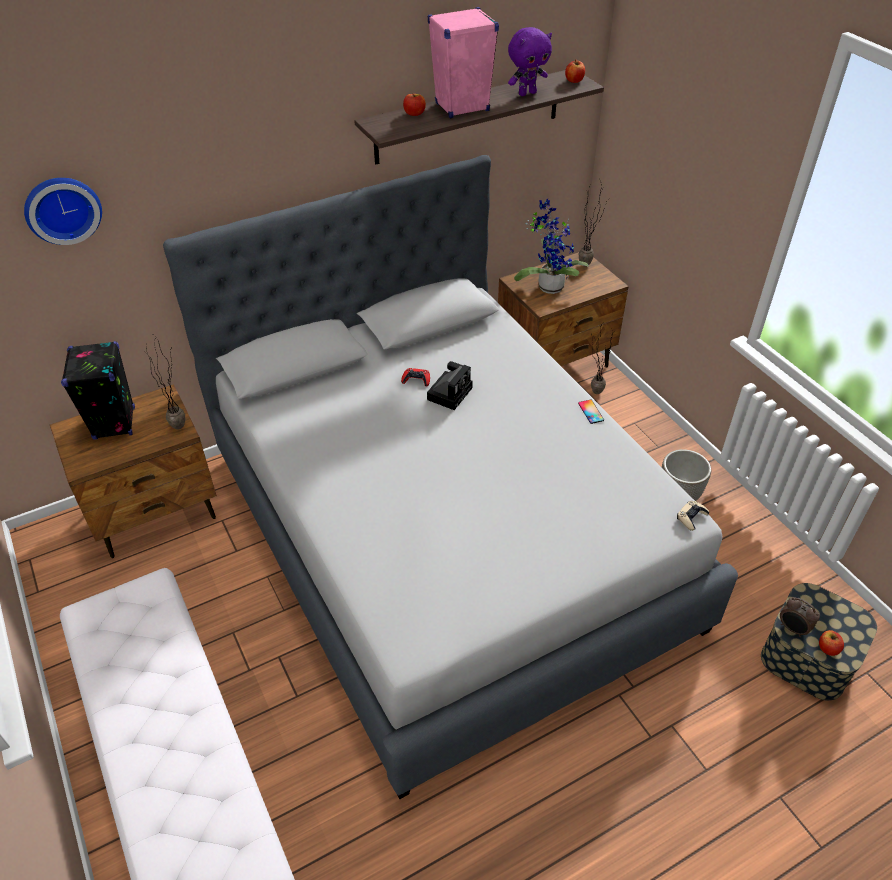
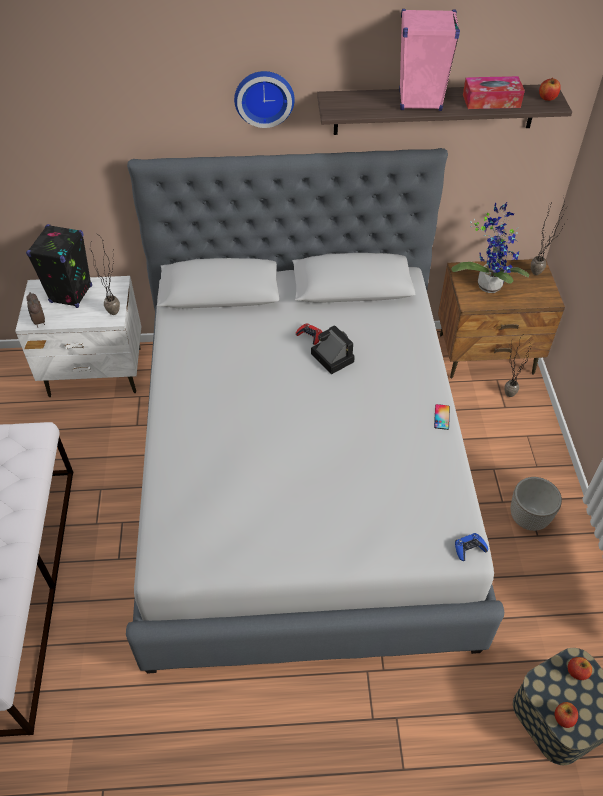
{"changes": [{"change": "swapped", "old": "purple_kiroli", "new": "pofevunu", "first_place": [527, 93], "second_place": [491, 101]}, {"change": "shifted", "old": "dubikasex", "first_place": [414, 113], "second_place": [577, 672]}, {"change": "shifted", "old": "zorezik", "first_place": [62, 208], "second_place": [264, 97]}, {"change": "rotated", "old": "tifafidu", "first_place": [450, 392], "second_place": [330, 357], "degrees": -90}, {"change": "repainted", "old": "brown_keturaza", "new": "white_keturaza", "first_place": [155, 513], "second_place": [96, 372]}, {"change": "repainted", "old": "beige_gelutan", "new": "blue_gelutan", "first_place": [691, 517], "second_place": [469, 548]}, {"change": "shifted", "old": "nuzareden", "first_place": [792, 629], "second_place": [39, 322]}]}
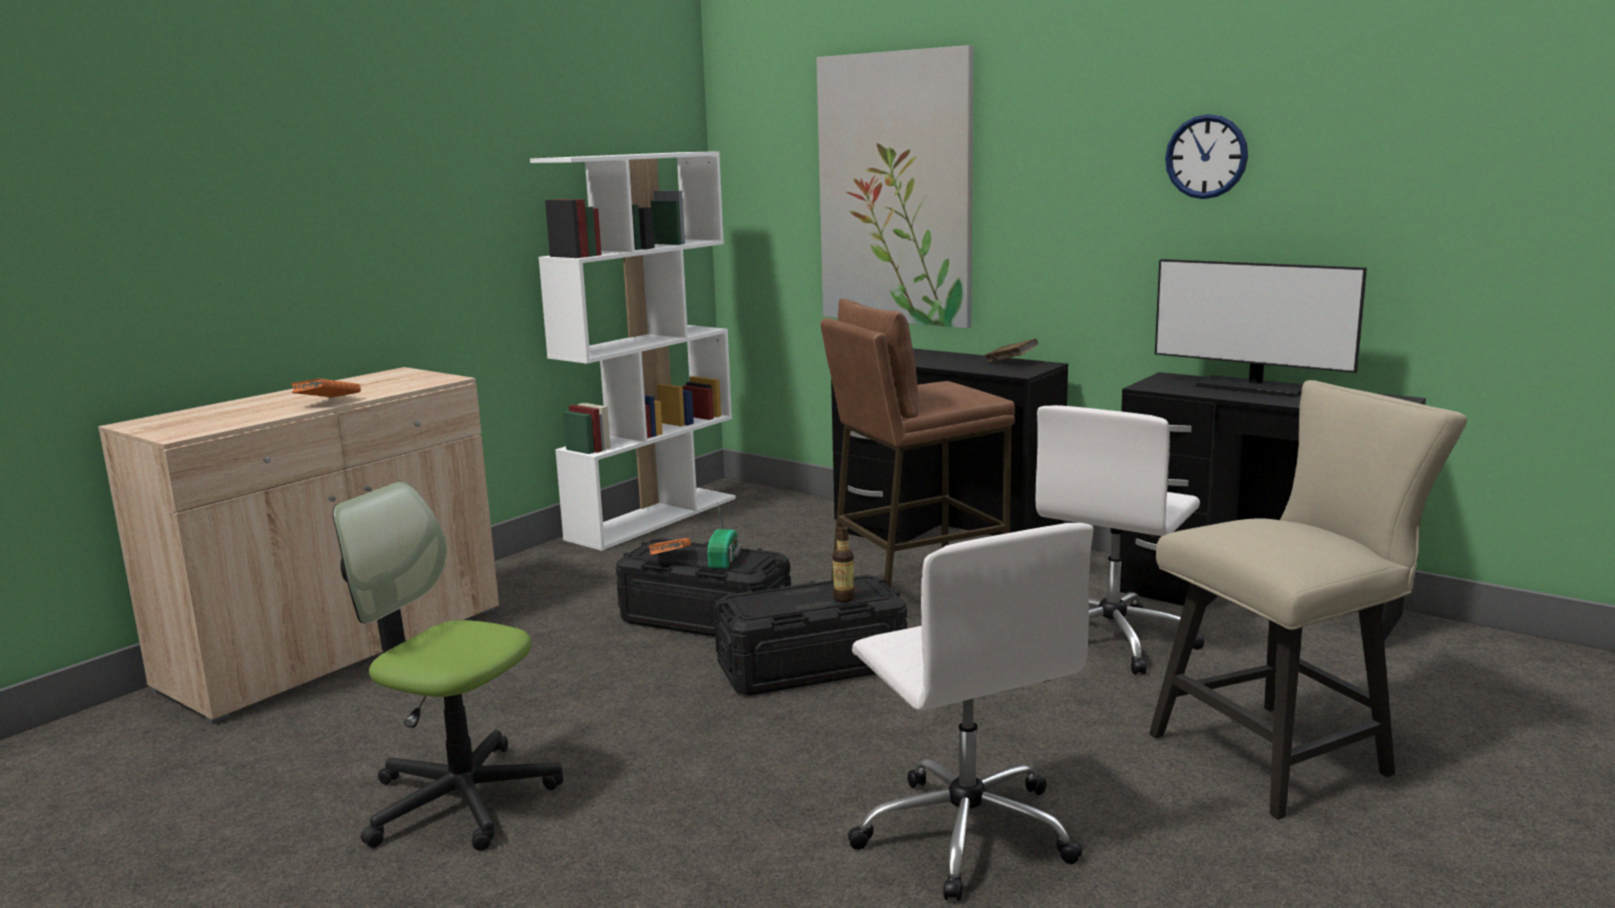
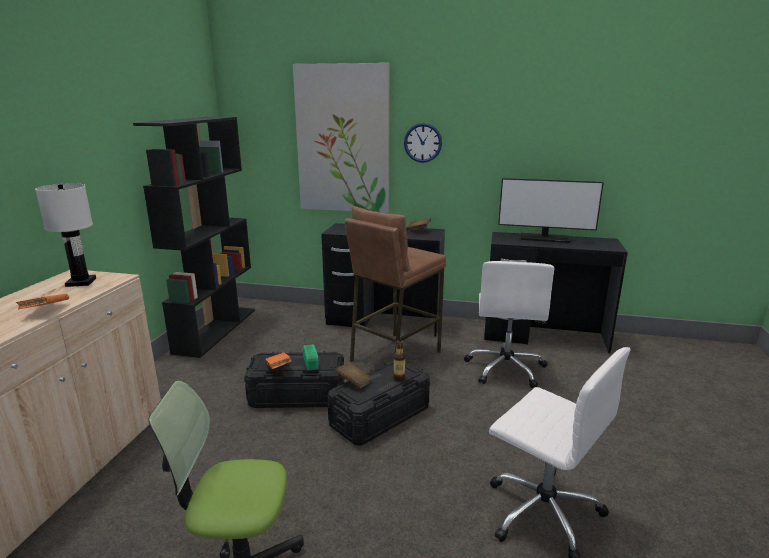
{"changes": [{"change": "shifted", "old": "zorezik", "first_place": [1206, 156], "second_place": [423, 143]}, {"change": "repainted", "old": "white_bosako", "new": "black_bosako", "first_place": [653, 518], "second_place": [216, 330]}, {"change": "gone", "old": "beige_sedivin", "first_place": [1283, 753]}, {"change": "new", "new": "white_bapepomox", "second_place": [80, 282]}, {"change": "new", "new": "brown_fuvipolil", "second_place": [354, 382]}]}
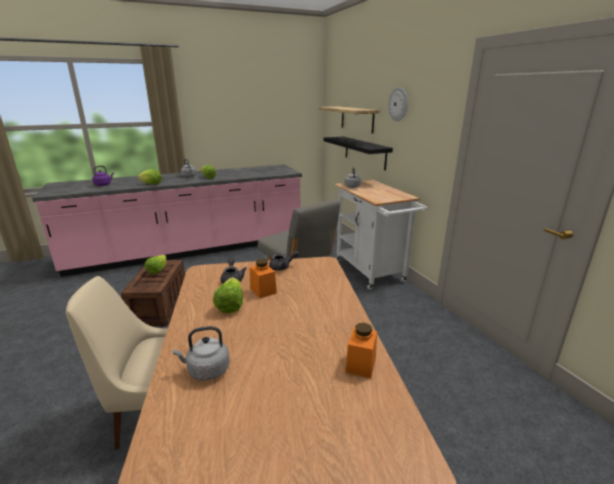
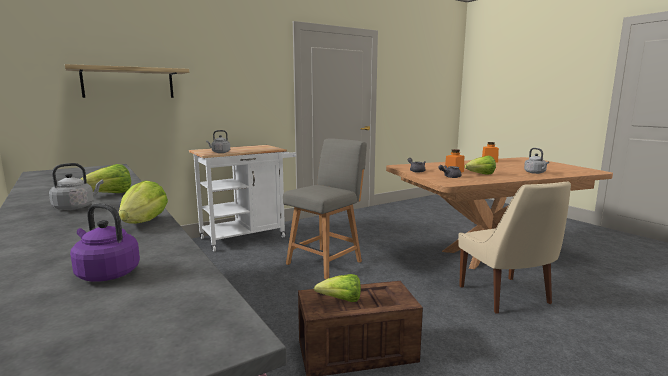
{"changes": [{"change": "gone", "old": "zorezik", "first_place": [398, 104]}, {"change": "gone", "old": "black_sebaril", "first_place": [364, 152]}]}
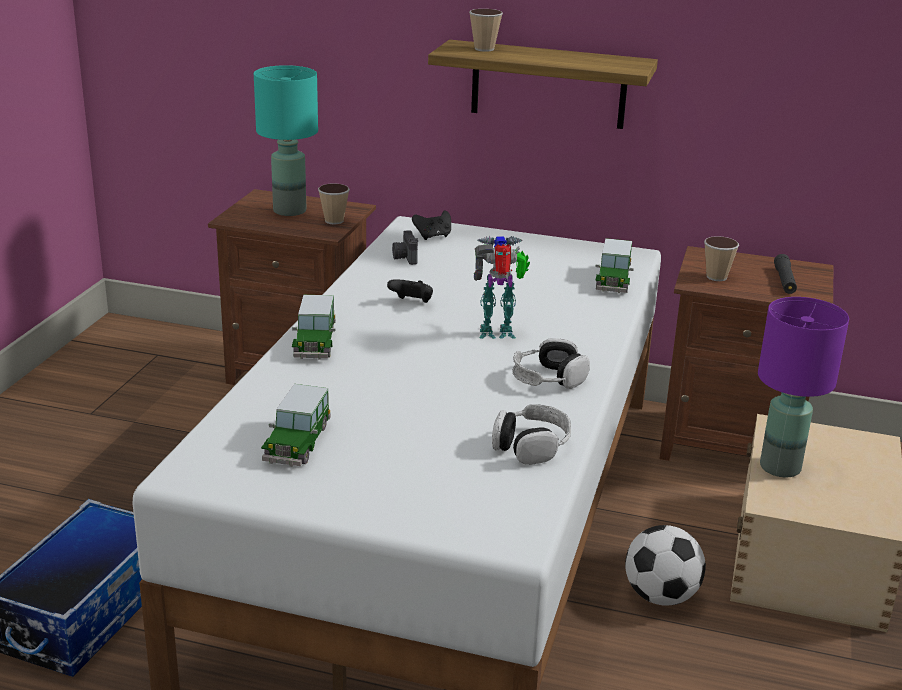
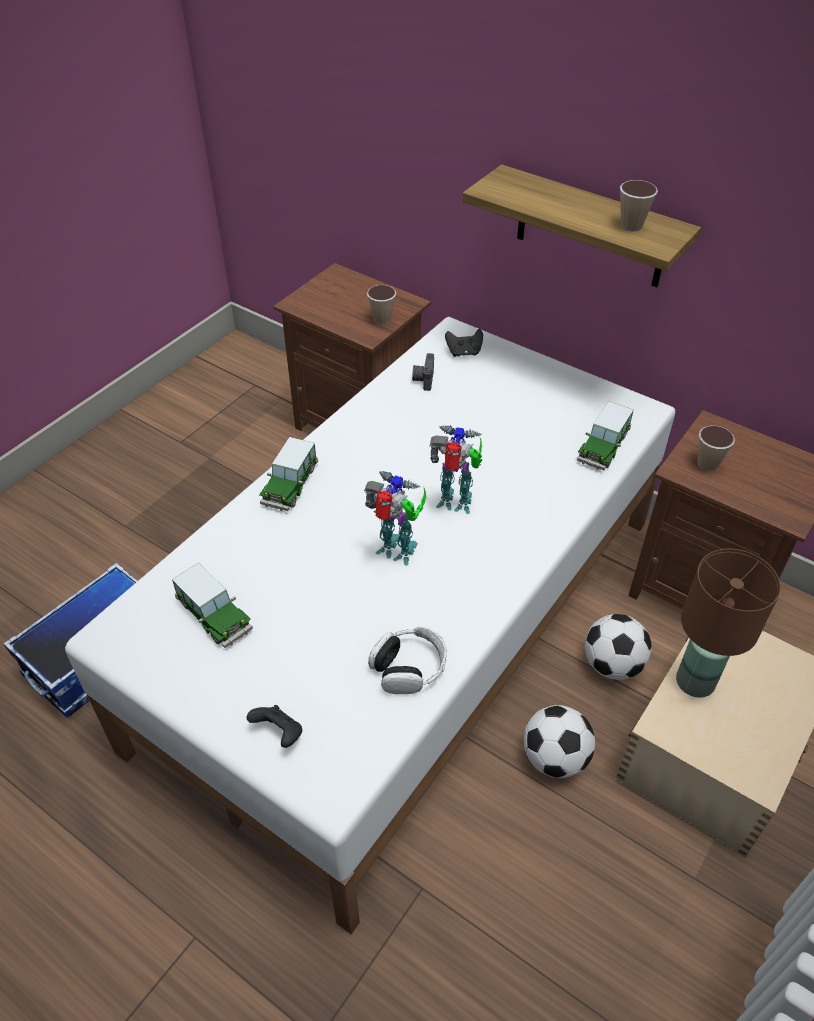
{"changes": [{"change": "shifted", "old": "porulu", "first_place": [484, 49], "second_place": [631, 226]}, {"change": "gone", "old": "turquoise_bapepomox", "first_place": [289, 210]}, {"change": "gone", "old": "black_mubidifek", "first_place": [784, 281]}, {"change": "shifted", "old": "black_gelutan", "first_place": [411, 303], "second_place": [279, 733]}, {"change": "repainted", "old": "purple_bapepomox", "new": "brown_bapepomox", "first_place": [780, 468], "second_place": [695, 682]}, {"change": "gone", "old": "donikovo", "first_place": [548, 378]}, {"change": "rotated", "old": "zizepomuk", "first_place": [297, 443], "second_place": [214, 616], "degrees": -75}, {"change": "new", "new": "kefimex", "second_place": [397, 553]}, {"change": "new", "new": "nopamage", "second_place": [612, 665]}]}
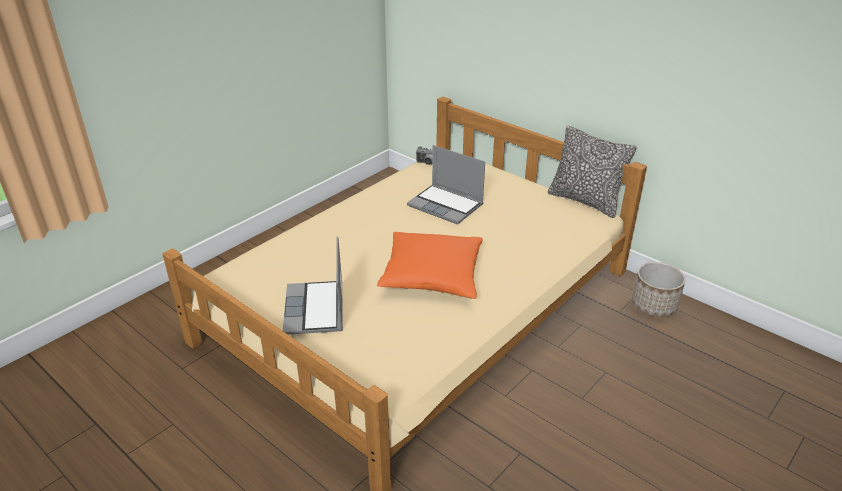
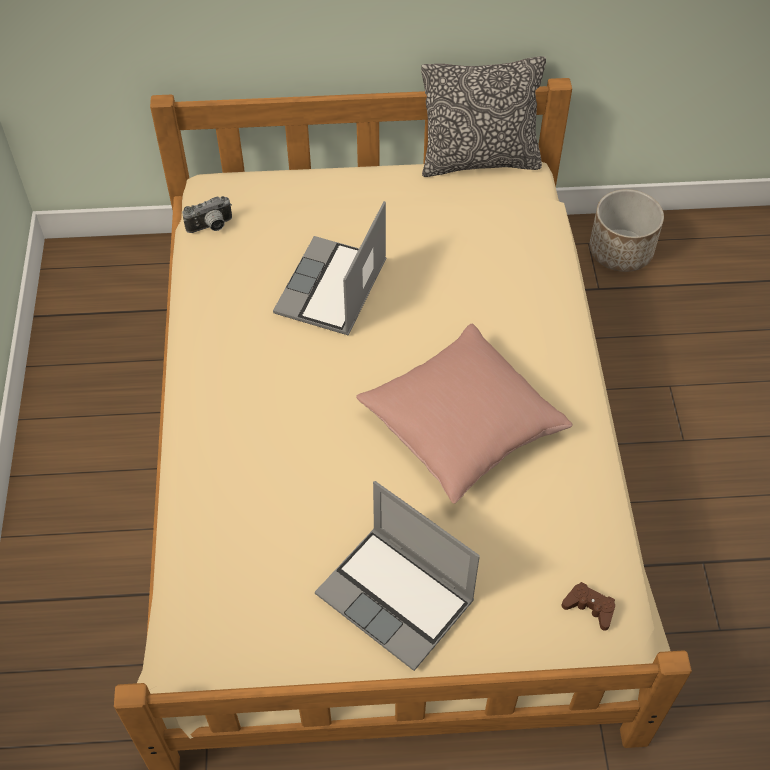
{"changes": [{"change": "rotated", "old": "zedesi", "first_place": [446, 205], "second_place": [332, 289], "degrees": 120}, {"change": "repainted", "old": "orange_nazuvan", "new": "pink_nazuvan", "first_place": [432, 276], "second_place": [461, 425]}, {"change": "new", "new": "brown_gelutan", "second_place": [589, 608]}]}
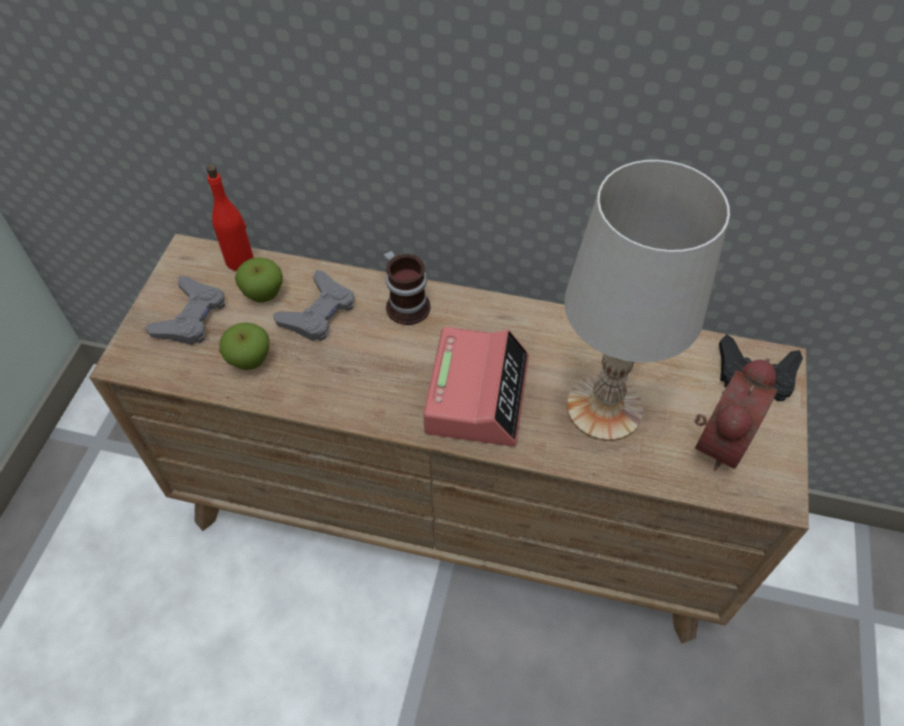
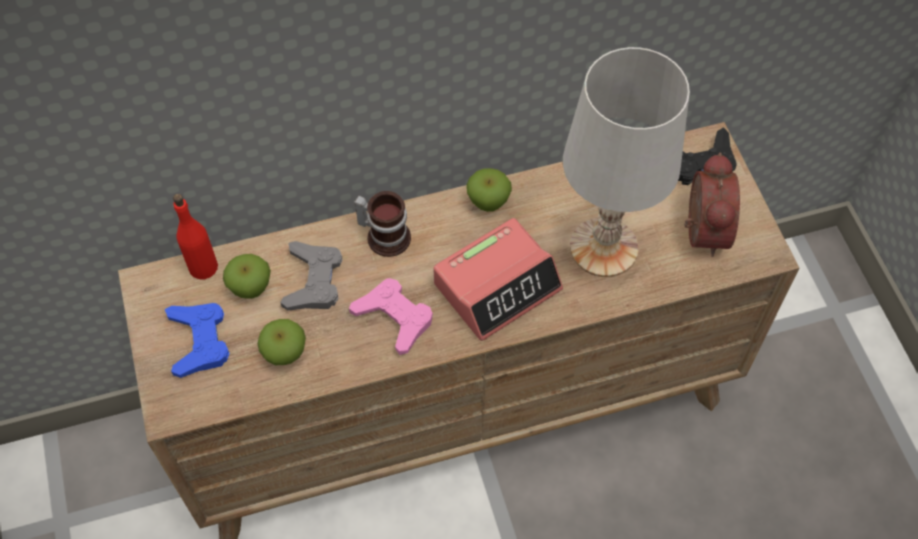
{"changes": [{"change": "repainted", "old": "grey_gelutan", "new": "blue_gelutan", "first_place": [191, 317], "second_place": [199, 341]}, {"change": "rotated", "old": "nuzareden", "first_place": [477, 394], "second_place": [497, 286], "degrees": 75}, {"change": "new", "new": "dubikasex", "second_place": [488, 202]}, {"change": "new", "new": "pink_gelutan", "second_place": [394, 318]}]}
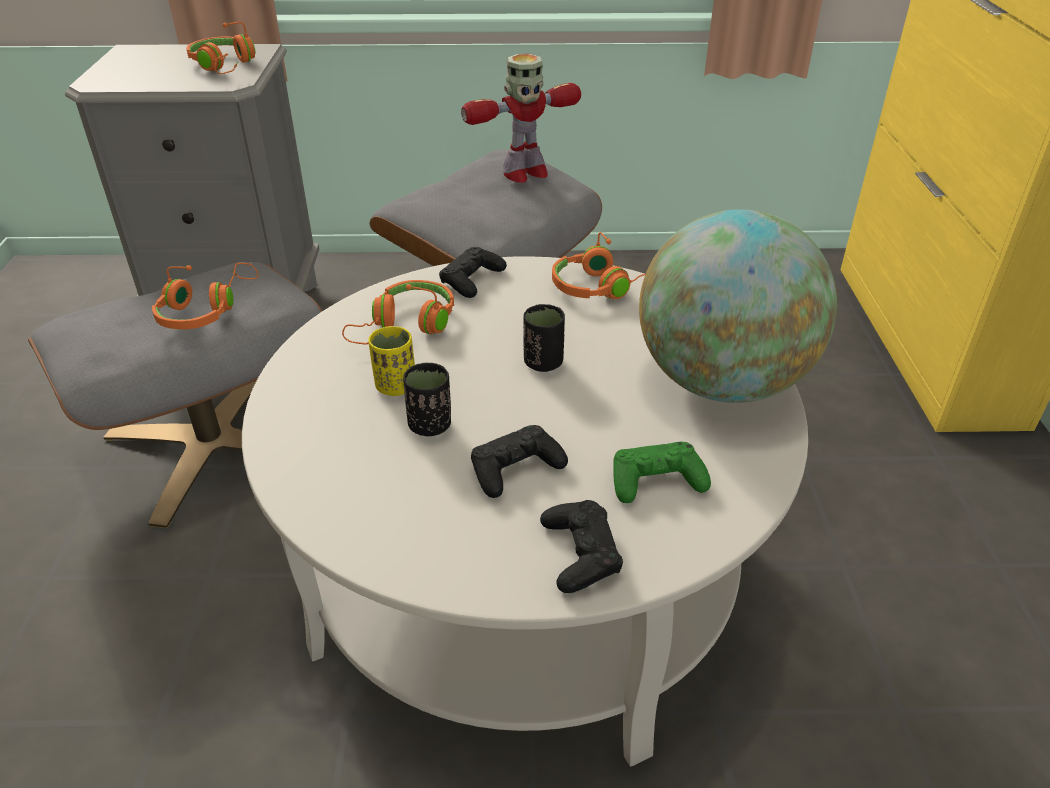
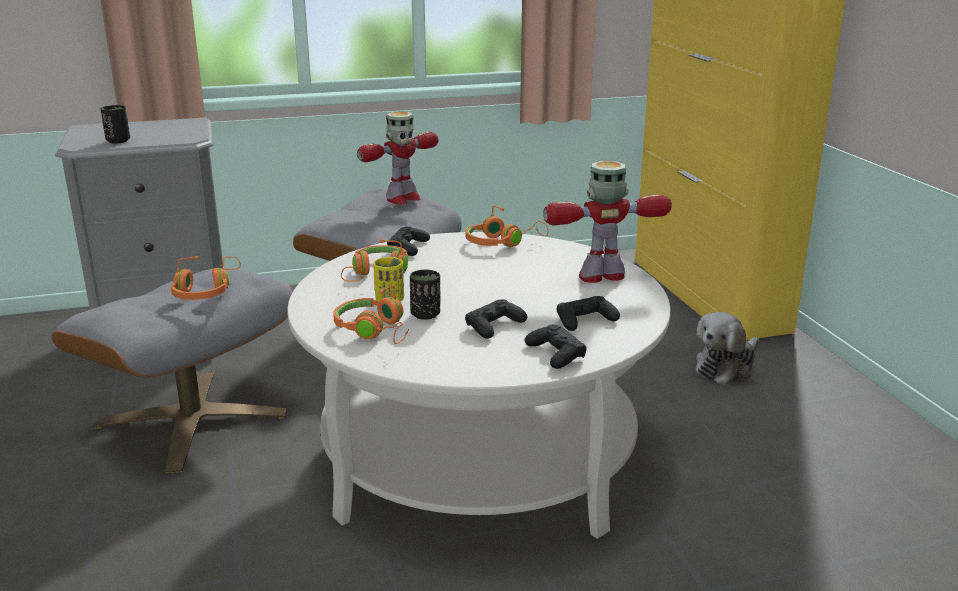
{"changes": [{"change": "shifted", "old": "orange_donikovo", "first_place": [225, 66], "second_place": [375, 331]}, {"change": "swapped", "old": "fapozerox", "new": "kefimex", "first_place": [721, 382], "second_place": [602, 276]}, {"change": "shifted", "old": "black_porulu", "first_place": [543, 363], "second_place": [118, 141]}, {"change": "repainted", "old": "green_gelutan", "new": "black_gelutan", "first_place": [656, 480], "second_place": [585, 320]}, {"change": "new", "new": "kiroli", "second_place": [726, 367]}]}
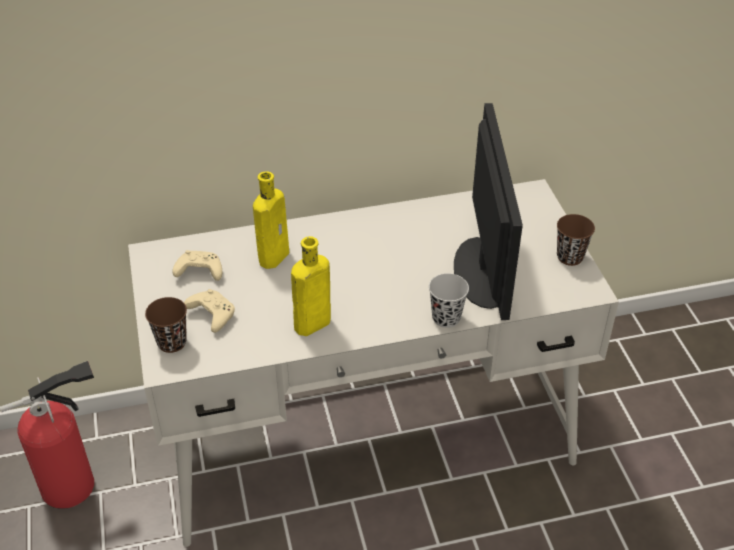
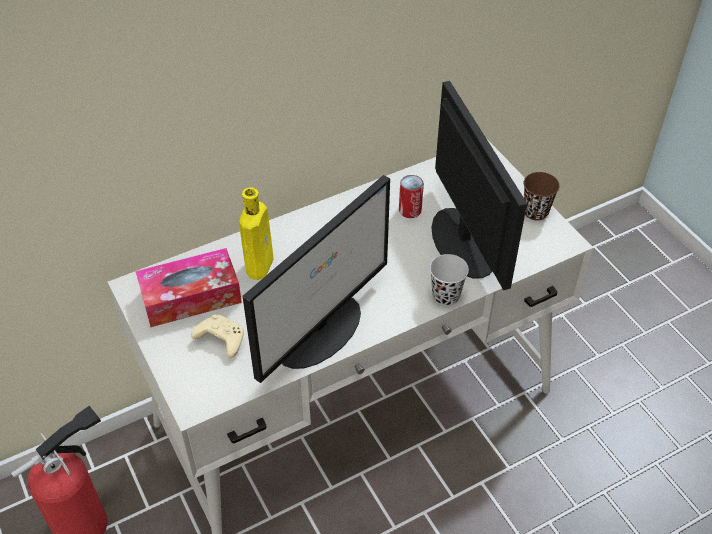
{"changes": [{"change": "swapped", "old": "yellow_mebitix", "new": "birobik", "first_place": [310, 325], "second_place": [321, 330]}, {"change": "swapped", "old": "beige_gelutan", "new": "pofevunu", "first_place": [198, 272], "second_place": [191, 297]}, {"change": "gone", "old": "brown_porulu", "first_place": [172, 342]}, {"change": "new", "new": "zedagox", "second_place": [410, 210]}]}
